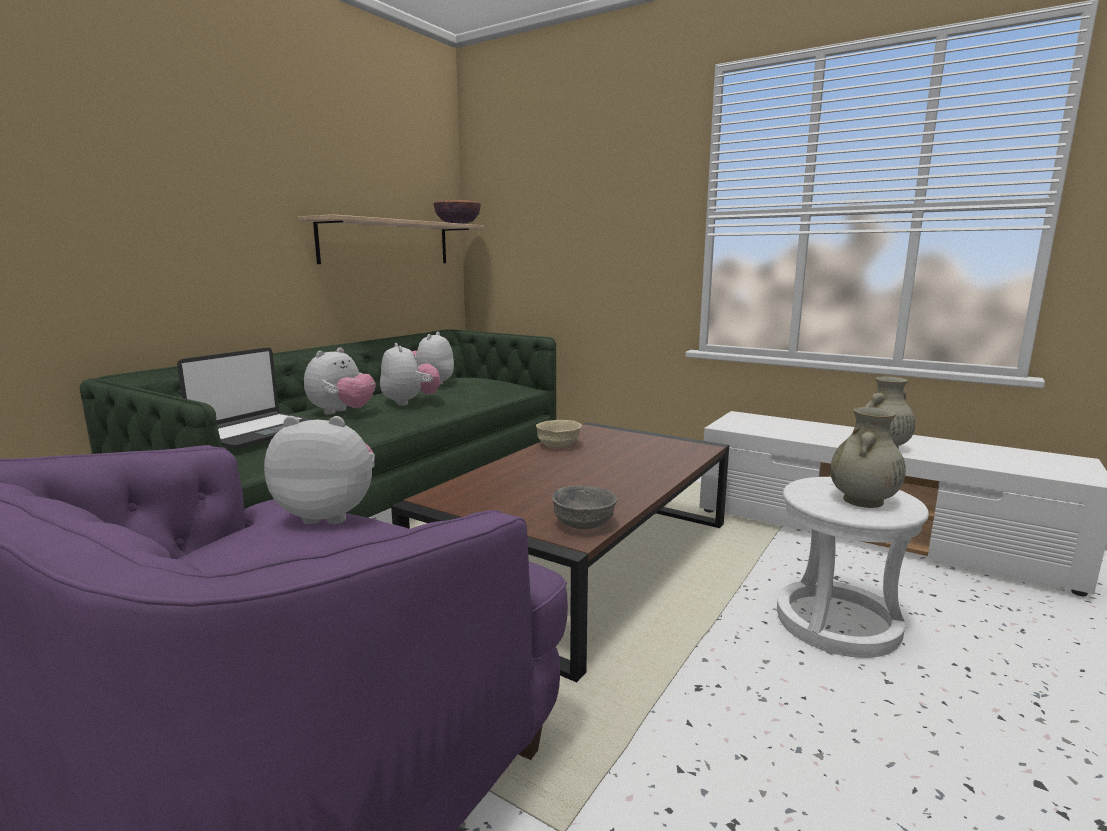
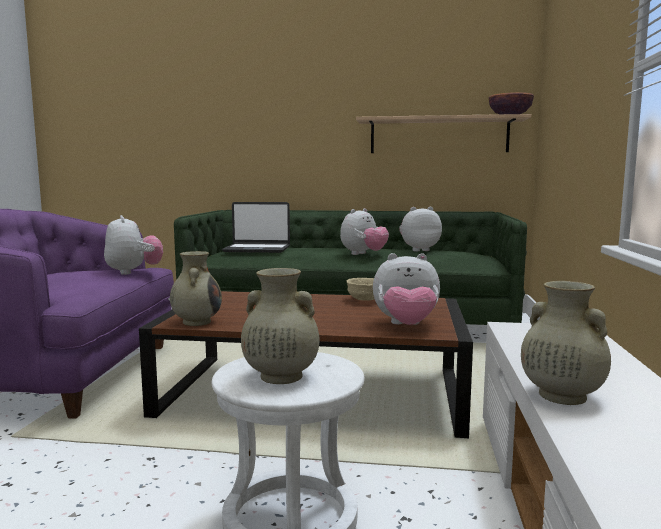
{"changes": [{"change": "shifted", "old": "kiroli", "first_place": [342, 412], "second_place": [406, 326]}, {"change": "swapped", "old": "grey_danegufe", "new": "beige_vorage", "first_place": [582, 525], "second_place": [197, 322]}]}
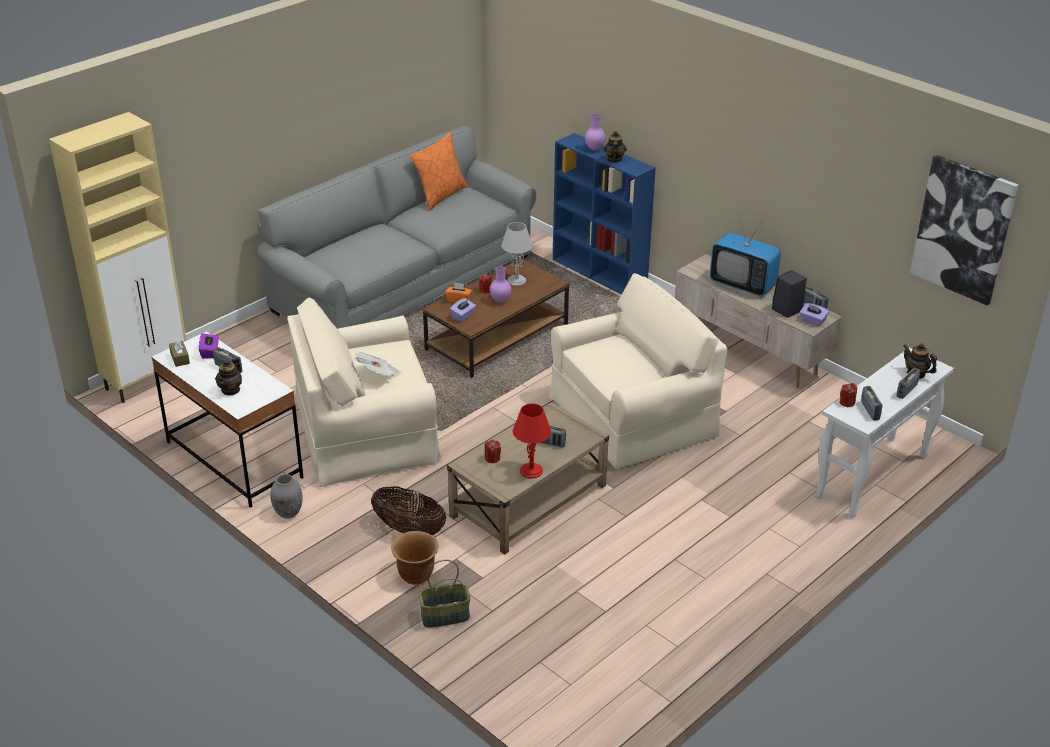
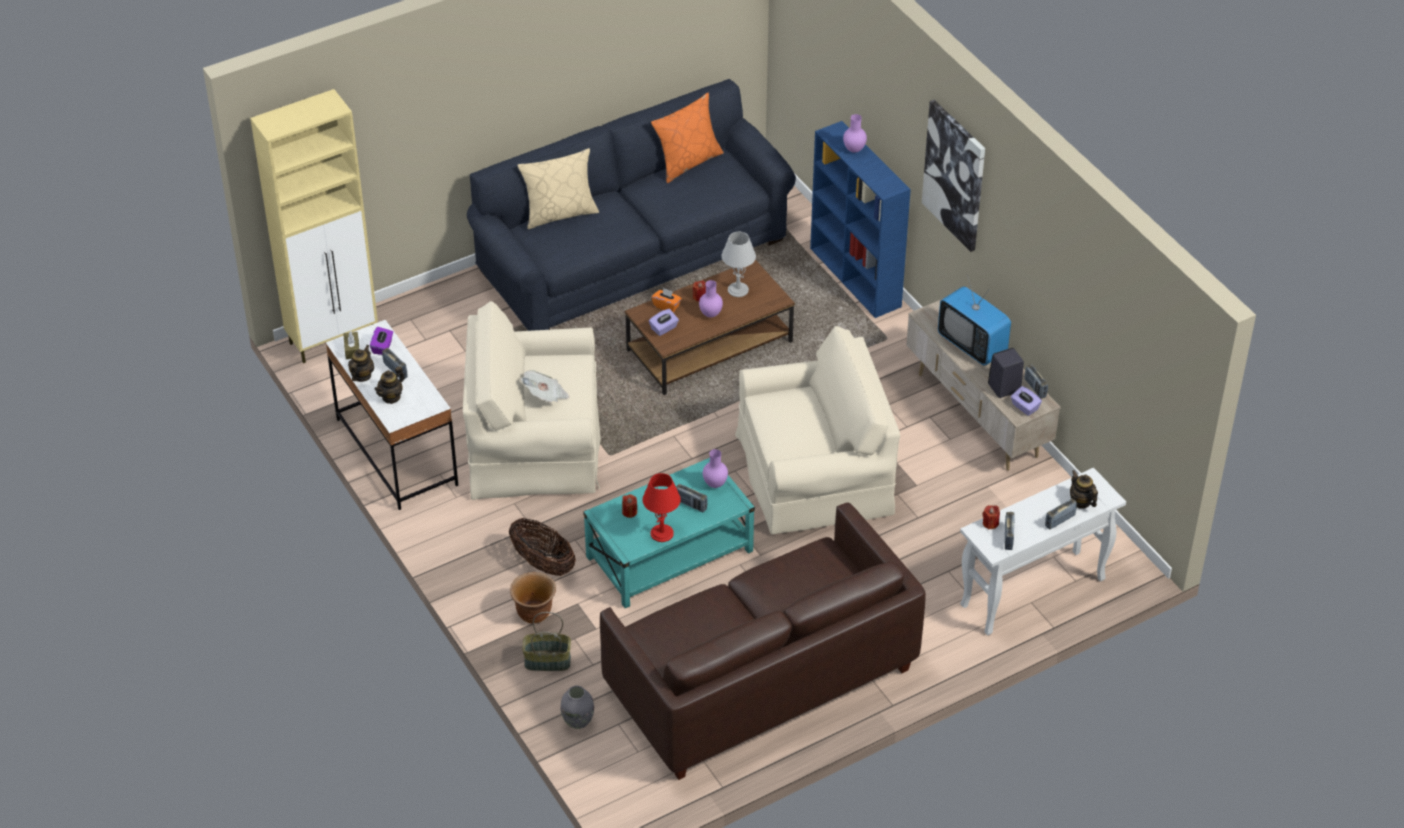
{"changes": [{"change": "repainted", "old": "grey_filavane", "new": "blue_filavane", "first_place": [403, 284], "second_place": [632, 256]}, {"change": "shifted", "old": "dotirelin", "first_place": [614, 159], "second_place": [362, 376]}, {"change": "shifted", "old": "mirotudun", "first_place": [963, 229], "second_place": [955, 175]}, {"change": "repainted", "old": "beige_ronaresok", "new": "turquoise_ronaresok", "first_place": [528, 501], "second_place": [669, 554]}, {"change": "shifted", "old": "grey_vorage", "first_place": [288, 513], "second_place": [577, 721]}, {"change": "new", "new": "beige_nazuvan", "second_place": [559, 213]}, {"change": "new", "new": "purple_vorage", "second_place": [715, 484]}, {"change": "new", "new": "brown_filavane", "second_place": [760, 679]}]}
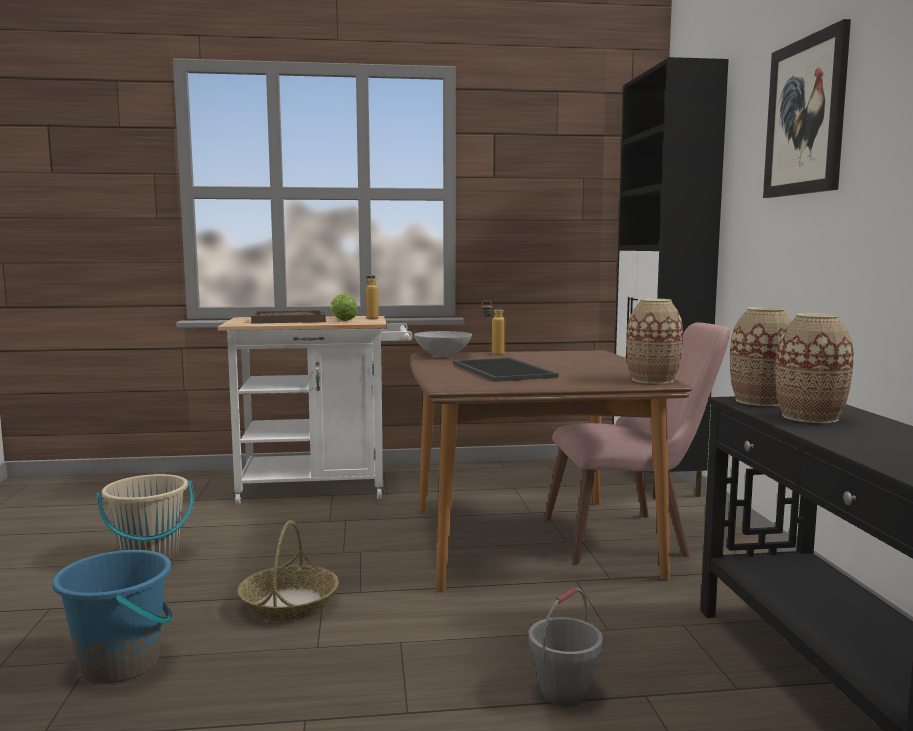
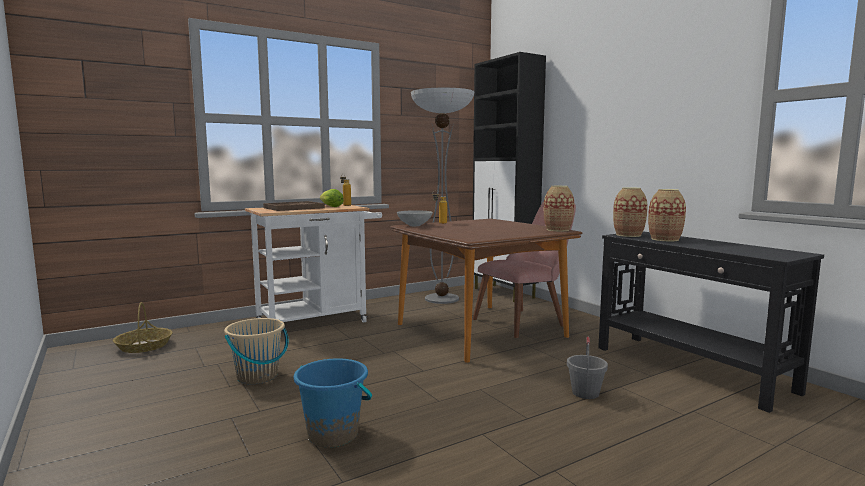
{"changes": [{"change": "gone", "old": "mirotudun", "first_place": [806, 117]}, {"change": "gone", "old": "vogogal", "first_place": [505, 370]}, {"change": "shifted", "old": "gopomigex", "first_place": [289, 604], "second_place": [144, 346]}, {"change": "new", "new": "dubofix", "second_place": [441, 299]}]}
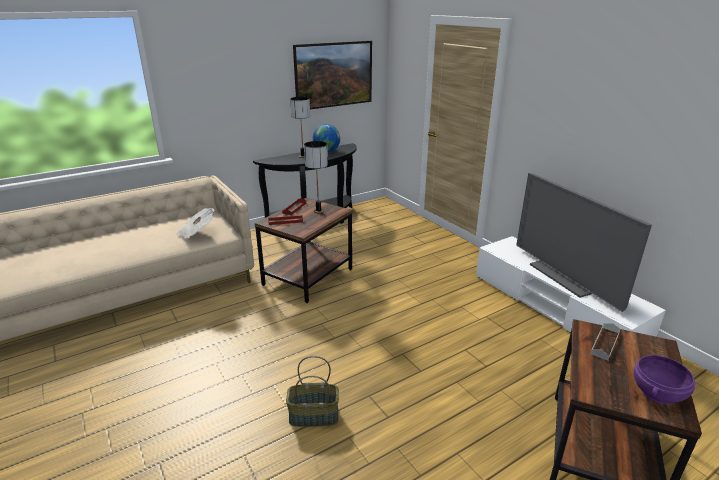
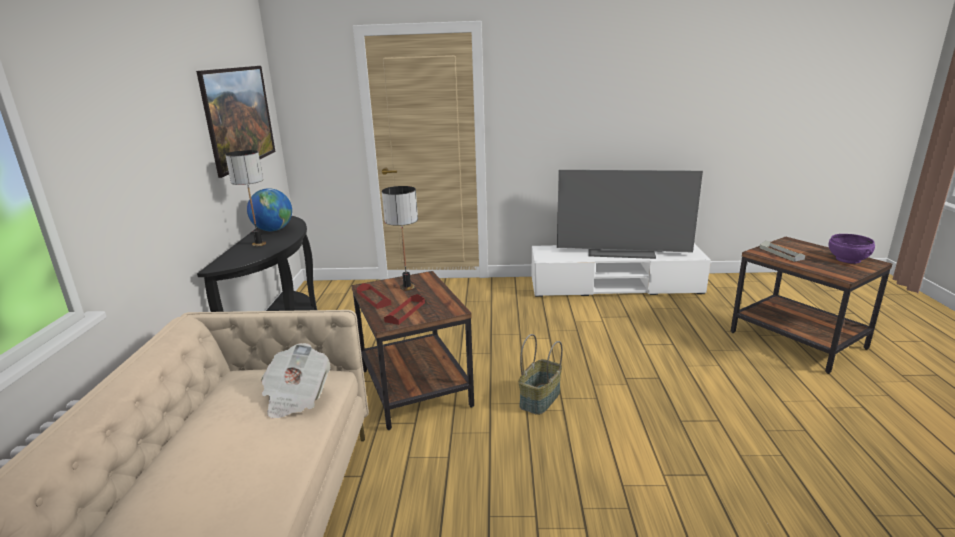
{"changes": [{"change": "shifted", "old": "gopomigex", "first_place": [313, 416], "second_place": [540, 399]}]}
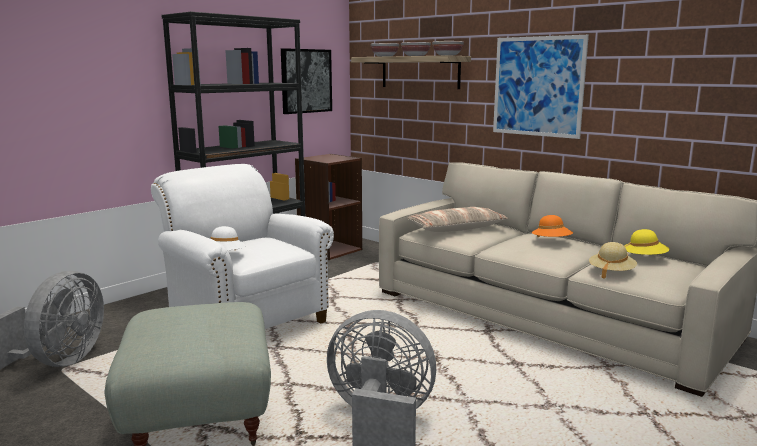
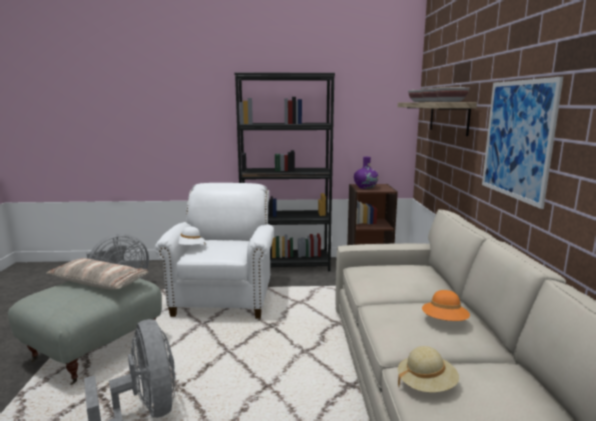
{"changes": [{"change": "gone", "old": "mirotudun", "first_place": [306, 81]}, {"change": "shifted", "old": "nazuvan", "first_place": [456, 228], "second_place": [99, 282]}, {"change": "gone", "old": "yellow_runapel", "first_place": [644, 258]}, {"change": "new", "new": "purple_vorage", "second_place": [365, 187]}]}
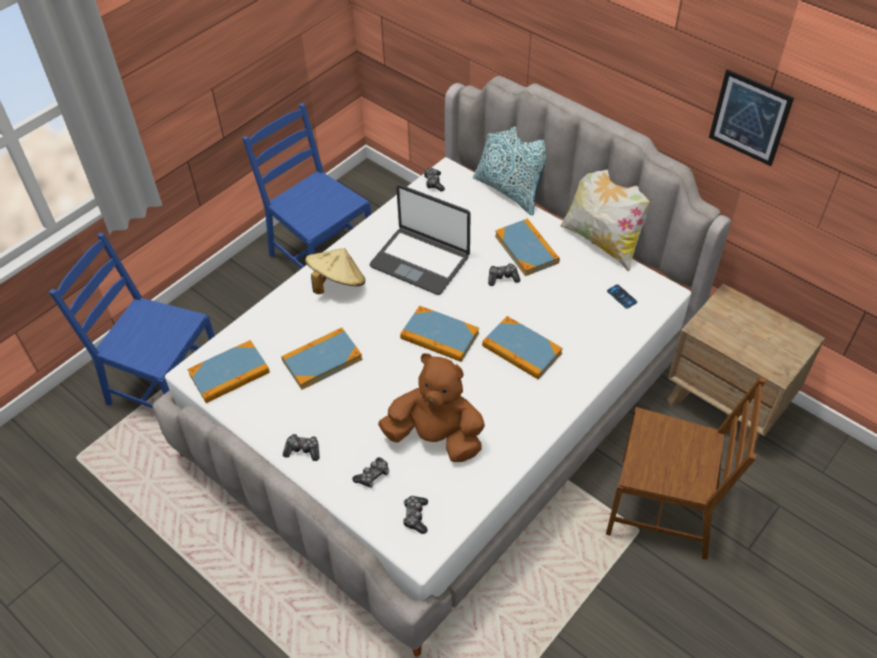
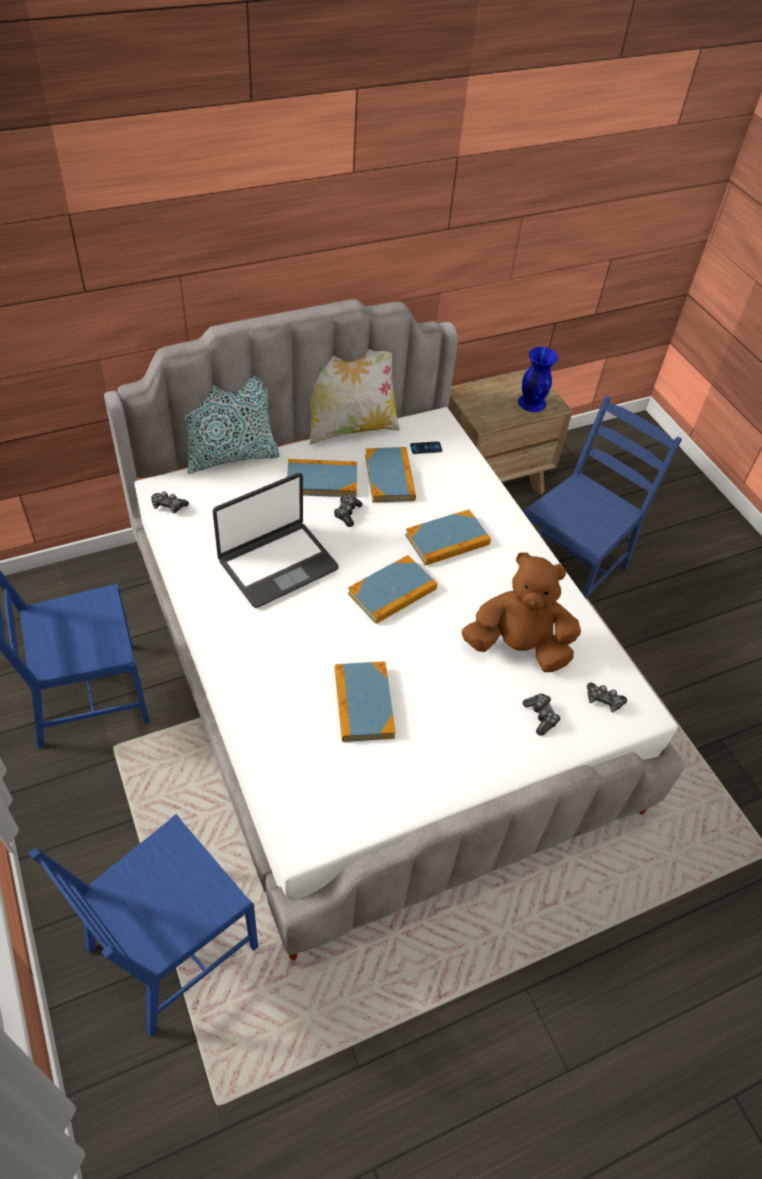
{"changes": [{"change": "gone", "old": "mirotudun", "first_place": [749, 118]}, {"change": "gone", "old": "beige_runapel", "first_place": [337, 283]}, {"change": "shifted", "old": "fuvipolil", "first_place": [229, 374], "second_place": [389, 477]}, {"change": "rotated", "old": "brown_kiroli", "first_place": [436, 437], "second_place": [518, 647], "degrees": 60}, {"change": "repainted", "old": "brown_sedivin", "new": "blue_sedivin", "first_place": [664, 508], "second_place": [570, 569]}, {"change": "gone", "old": "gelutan", "first_place": [303, 450]}, {"change": "new", "new": "blue_vorage", "second_place": [531, 402]}]}
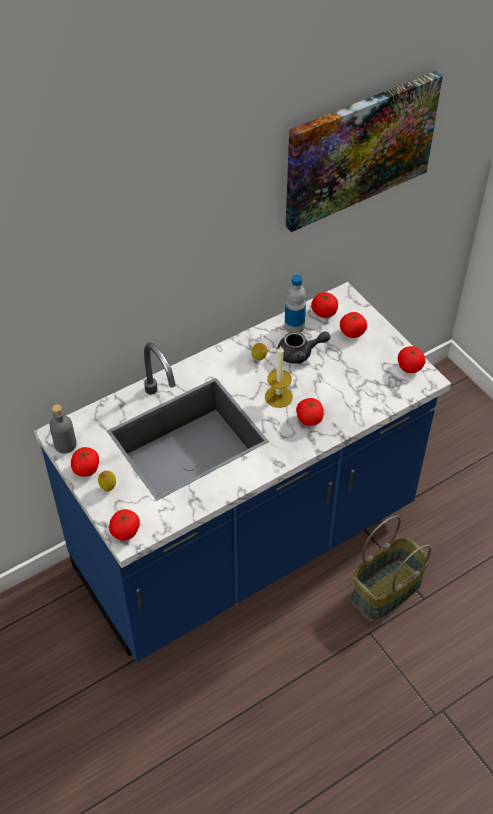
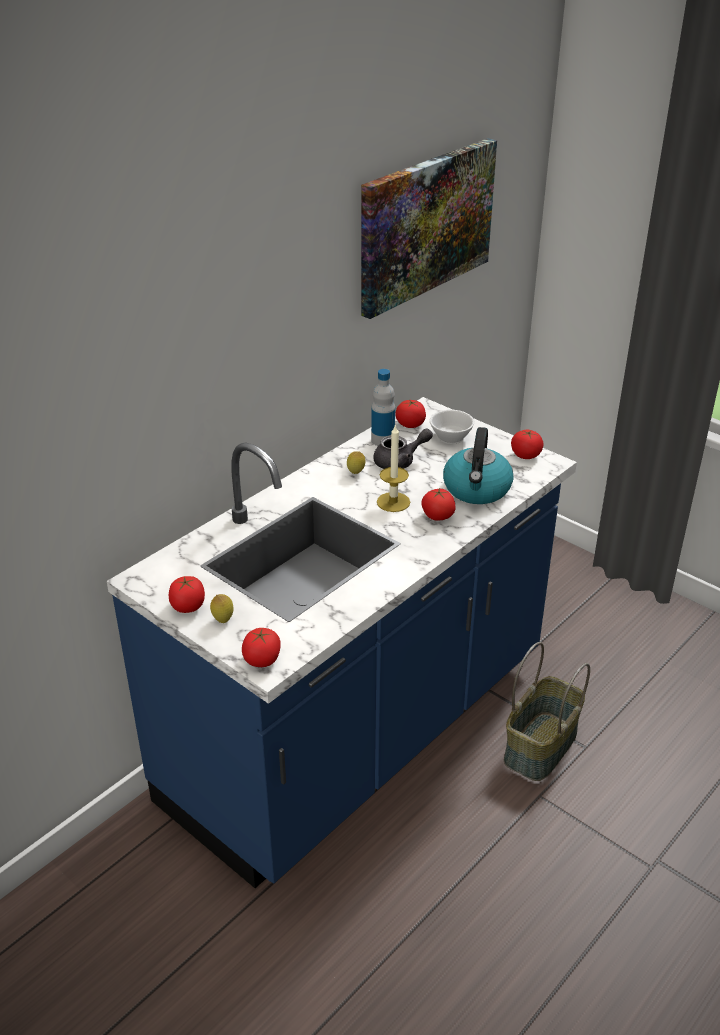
{"changes": [{"change": "swapped", "old": "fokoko", "new": "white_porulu", "first_place": [352, 332], "second_place": [449, 436]}, {"change": "gone", "old": "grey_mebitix", "first_place": [65, 444]}, {"change": "new", "new": "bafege", "second_place": [477, 490]}]}
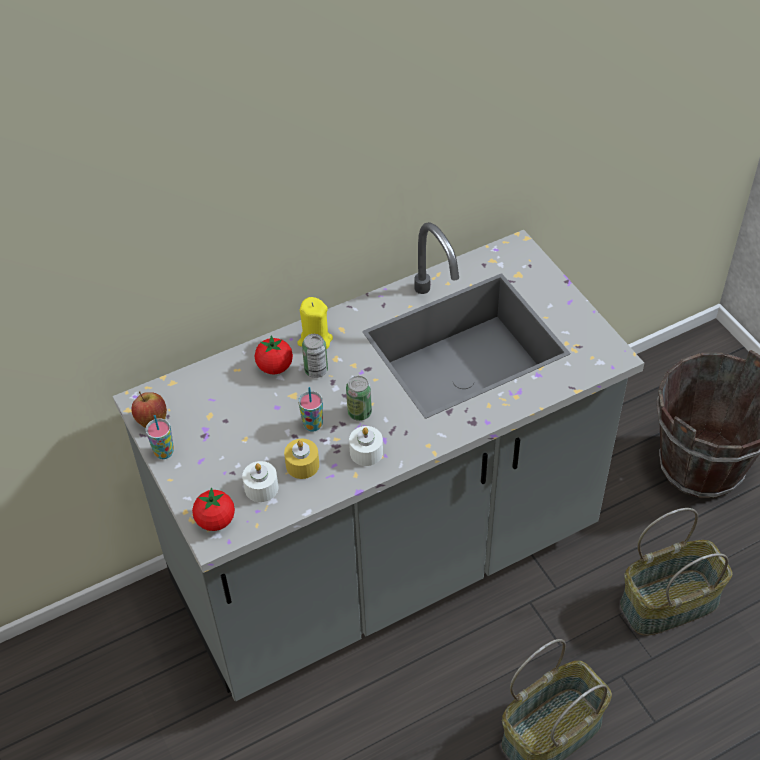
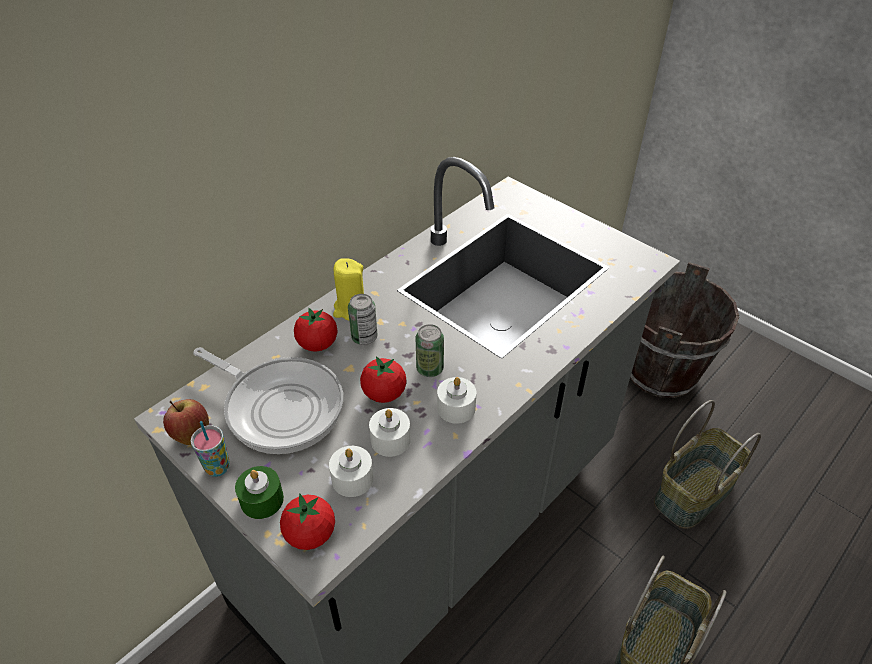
{"changes": [{"change": "swapped", "old": "porulu", "new": "fokoko", "first_place": [313, 425], "second_place": [384, 393]}, {"change": "repainted", "old": "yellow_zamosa", "new": "white_zamosa", "first_place": [302, 465], "second_place": [390, 440]}, {"change": "new", "new": "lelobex", "second_place": [279, 406]}, {"change": "new", "new": "green_zamosa", "second_place": [262, 500]}]}
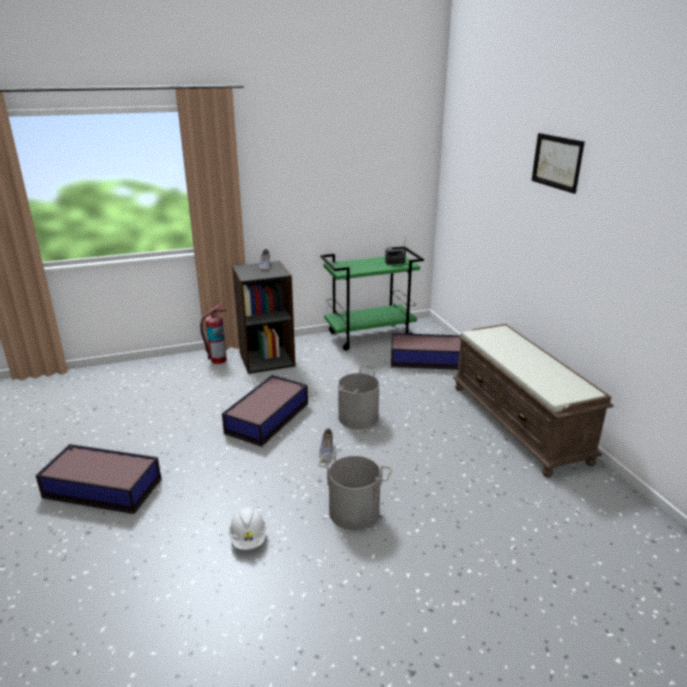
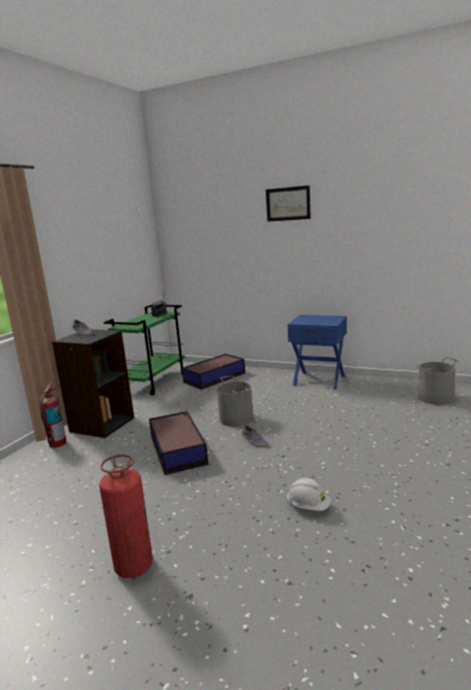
{"changes": [{"change": "swapped", "old": "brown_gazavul", "new": "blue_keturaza", "first_place": [519, 423], "second_place": [319, 380]}, {"change": "swapped", "old": "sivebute", "new": "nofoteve", "first_place": [102, 487], "second_place": [133, 566]}, {"change": "shifted", "old": "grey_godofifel", "first_place": [354, 512], "second_place": [435, 398]}]}
